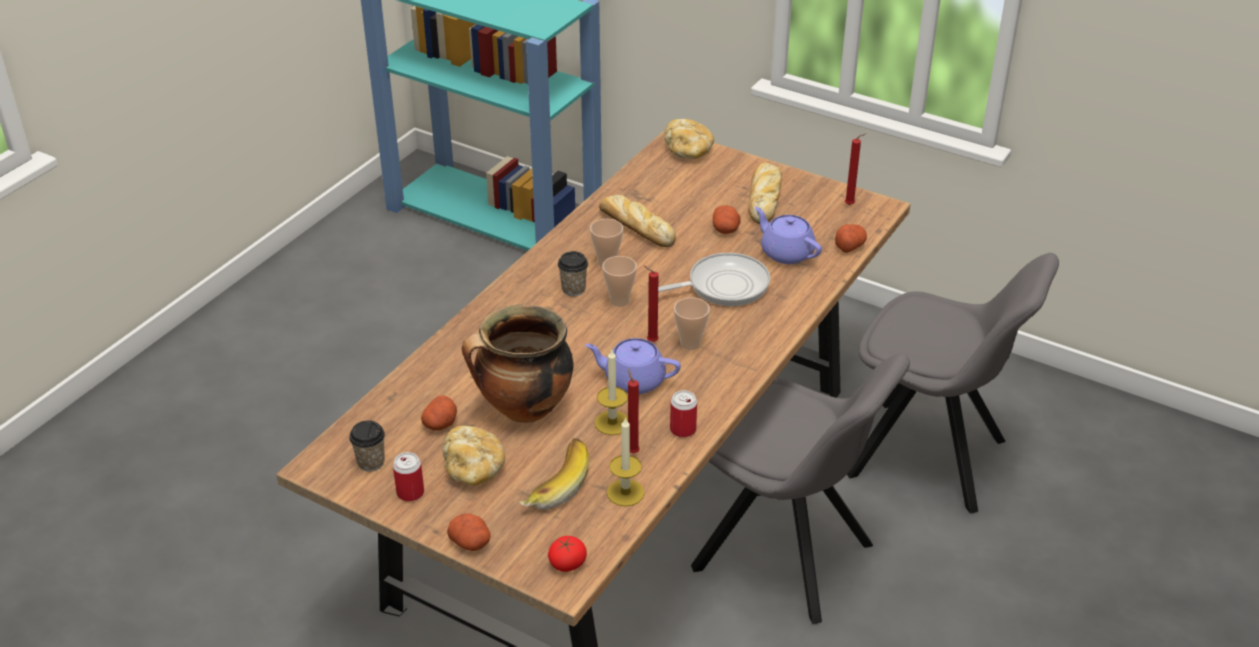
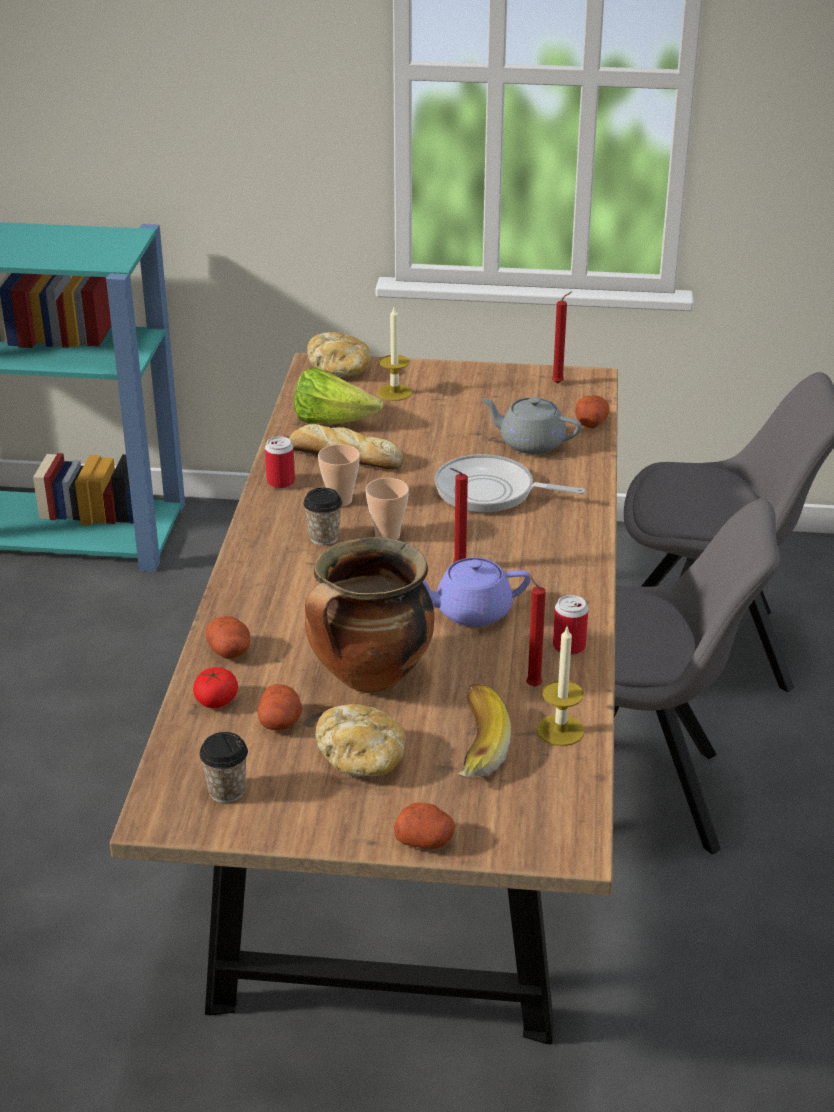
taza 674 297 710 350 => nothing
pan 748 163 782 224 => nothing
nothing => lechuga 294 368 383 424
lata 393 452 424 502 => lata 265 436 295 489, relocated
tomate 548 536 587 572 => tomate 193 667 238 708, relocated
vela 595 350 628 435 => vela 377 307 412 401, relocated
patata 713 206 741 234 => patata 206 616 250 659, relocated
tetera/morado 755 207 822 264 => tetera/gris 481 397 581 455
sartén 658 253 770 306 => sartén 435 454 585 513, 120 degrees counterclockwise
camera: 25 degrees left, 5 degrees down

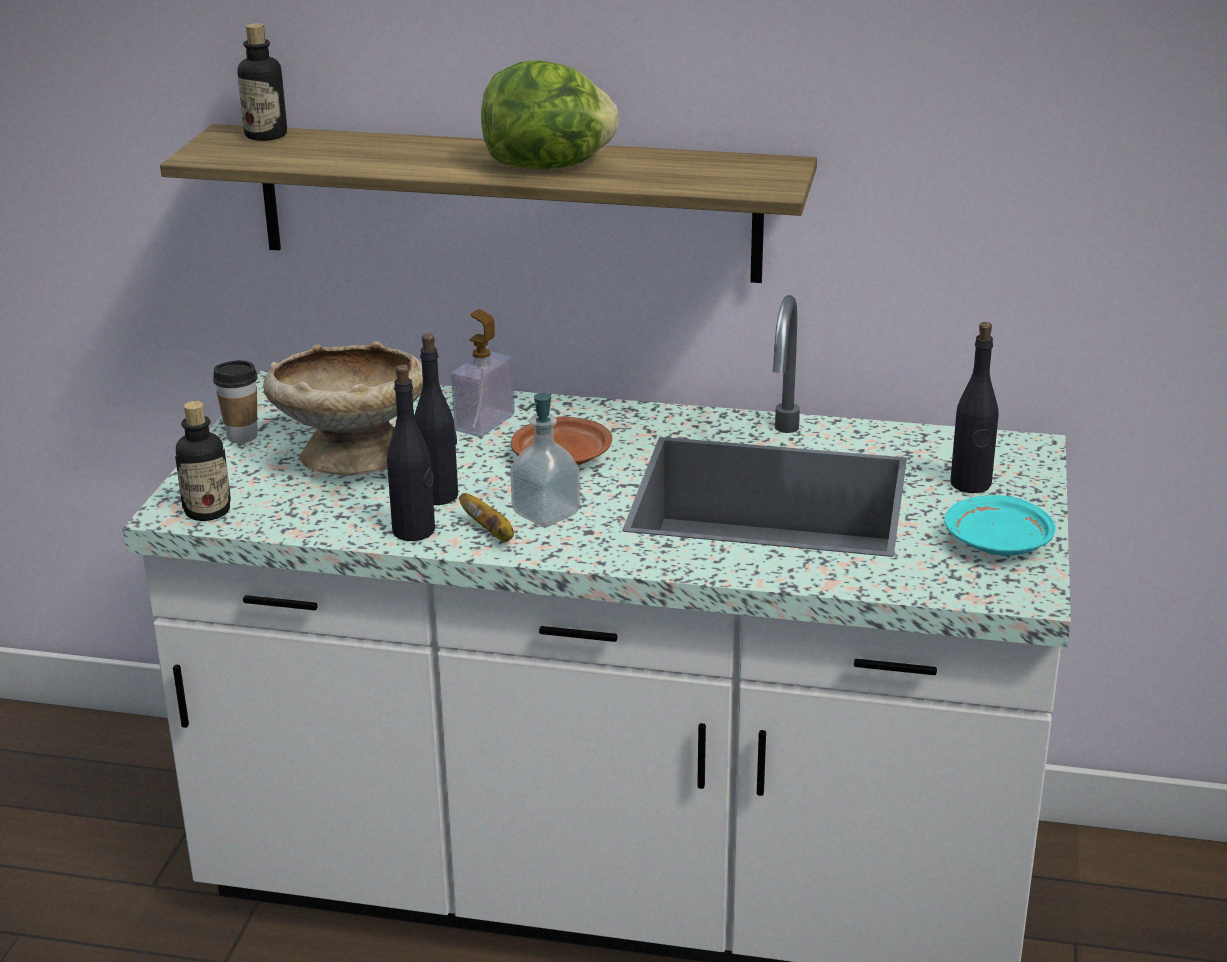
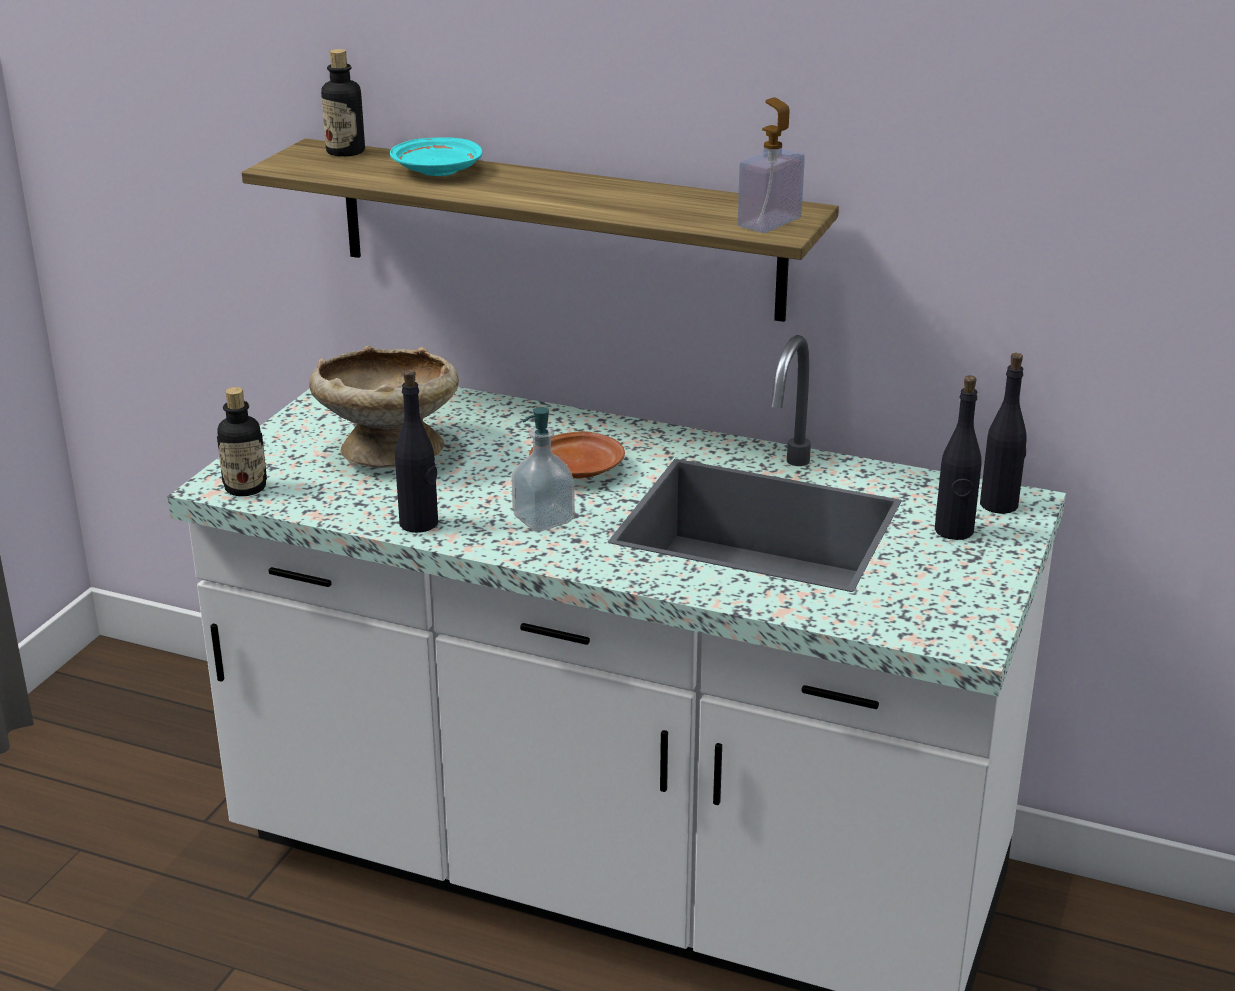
taza 213 360 258 443 => nothing
plátano 459 493 514 542 => nothing
lechuga 481 60 619 169 => nothing
botella/negro 414 333 458 505 => botella/negro 980 353 1027 514, relocated
dispensador de jabón 451 309 515 437 => dispensador de jabón 738 97 805 233, relocated
plato/turquesa 945 495 1056 556 => plato/turquesa 390 138 483 176, relocated
camera: 10 degrees right, 0 degrees up

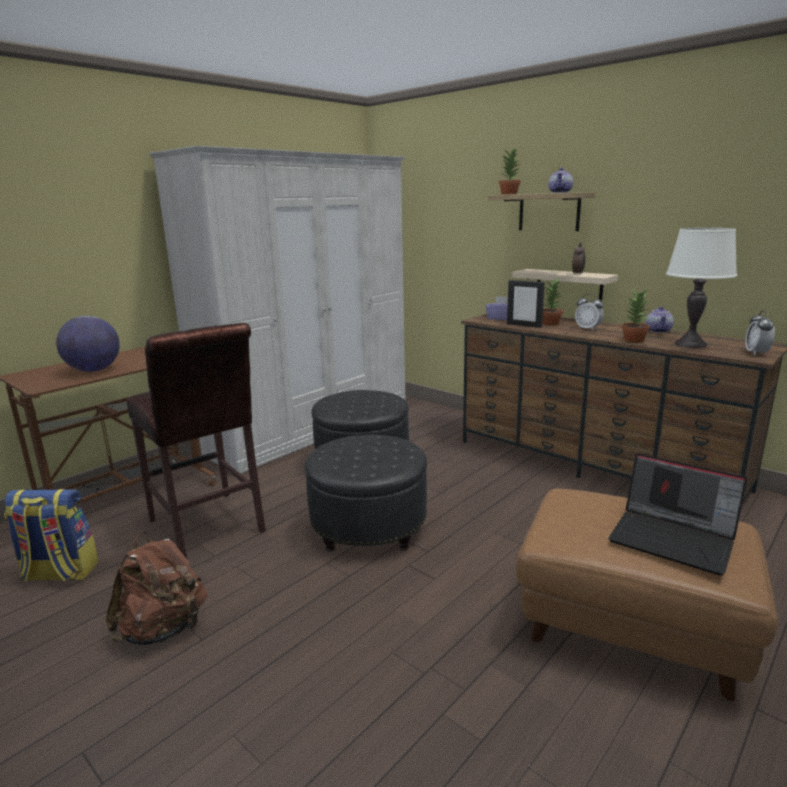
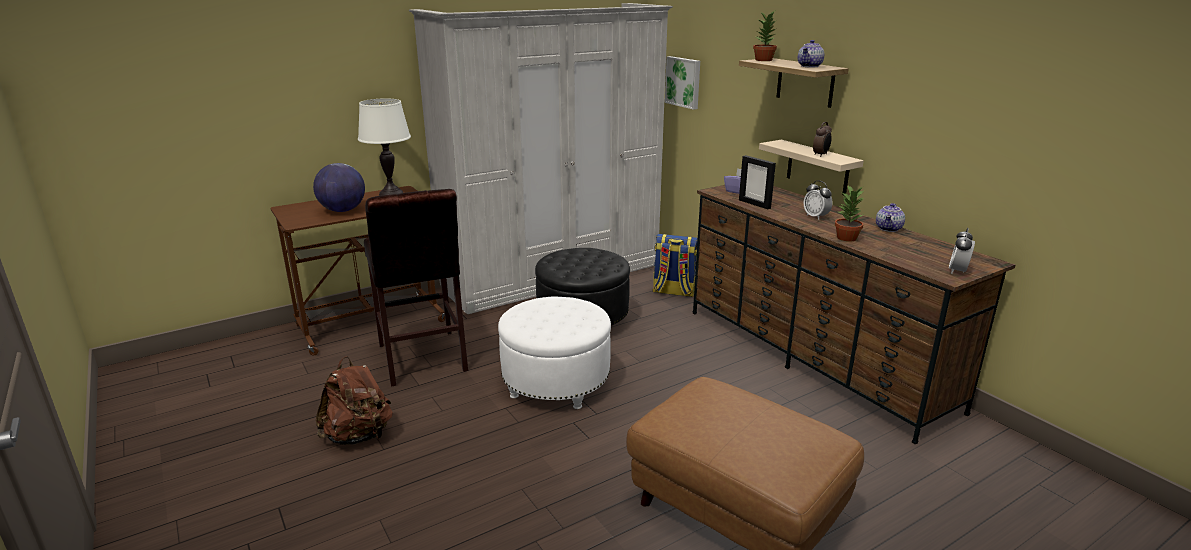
planta en maceta 542 278 564 326 => nothing
portátil 608 453 747 576 => nothing
nothing => cuadro 665 56 700 110
mochila 4 489 98 582 => mochila 652 234 698 297, relocated
lámpara de mesa/blanco 666 228 737 348 => lámpara de mesa/blanco 358 98 411 196, relocated
puf/negro 305 435 427 551 => puf/blanco 498 296 611 409
camera: 15 degrees right, 5 degrees up

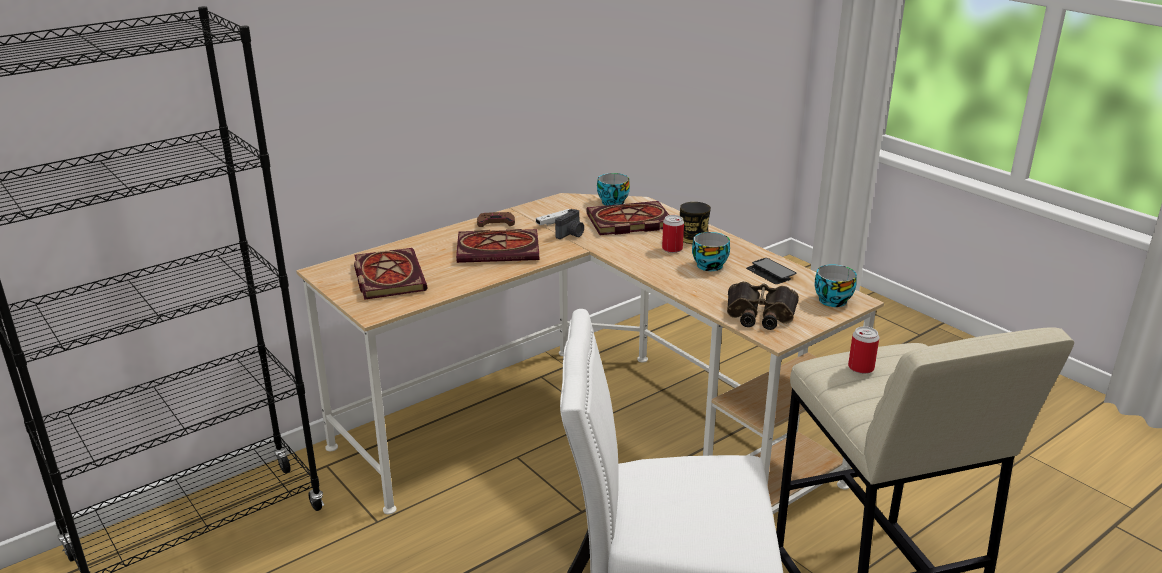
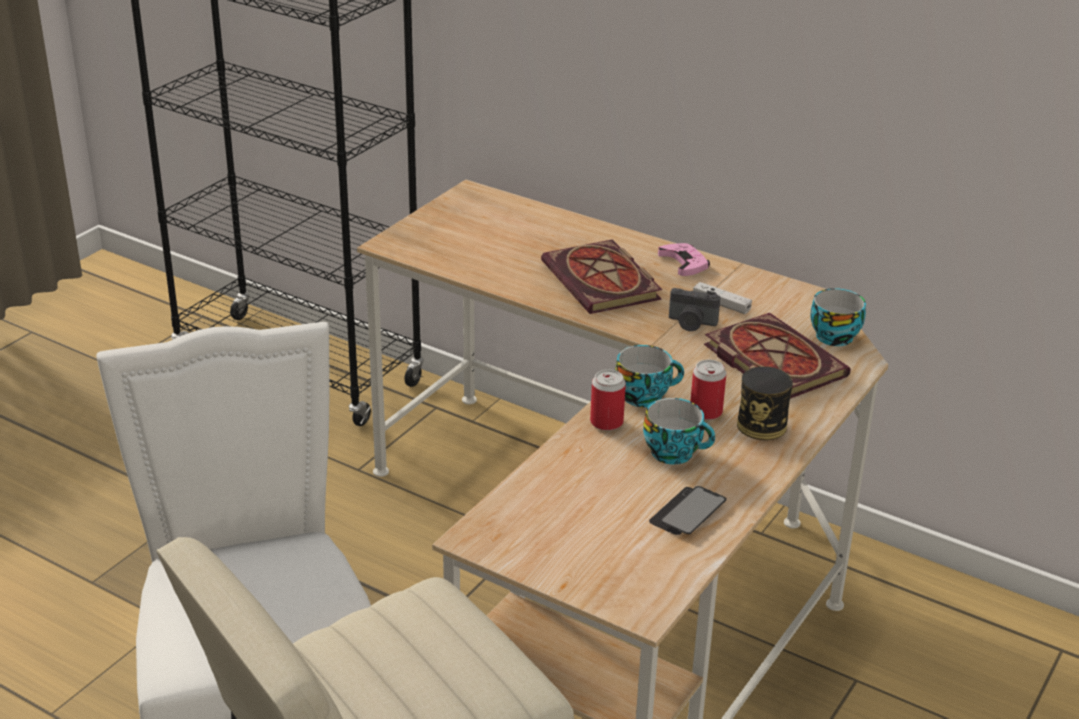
libro 354 248 427 300 => nothing
prismáticos 727 282 799 330 => nothing
taza 814 264 857 307 => taza 615 345 684 407, relocated
lata 848 326 879 374 => lata 590 369 626 431, relocated
mando de consola/marrón 477 212 515 227 => mando de consola/rosa 658 243 710 276
camera: 70 degrees right, 5 degrees up

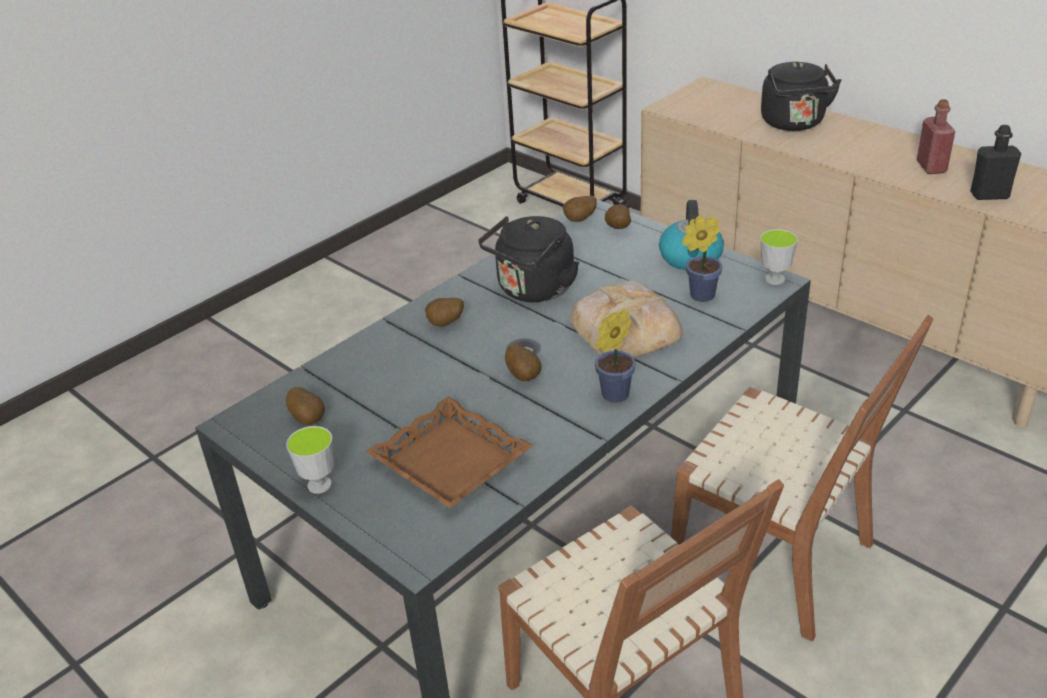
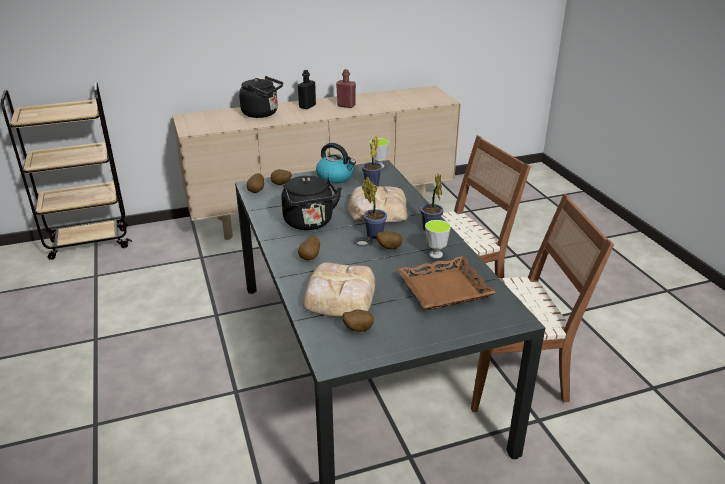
nothing => pan 302 262 375 317
nothing => planta en maceta 362 177 387 239
taza 286 426 334 494 => taza 425 220 451 258, relocated
botella/negro 971 125 1021 200 => botella/negro 298 70 316 109, relocated
camera: 65 degrees left, 5 degrees down

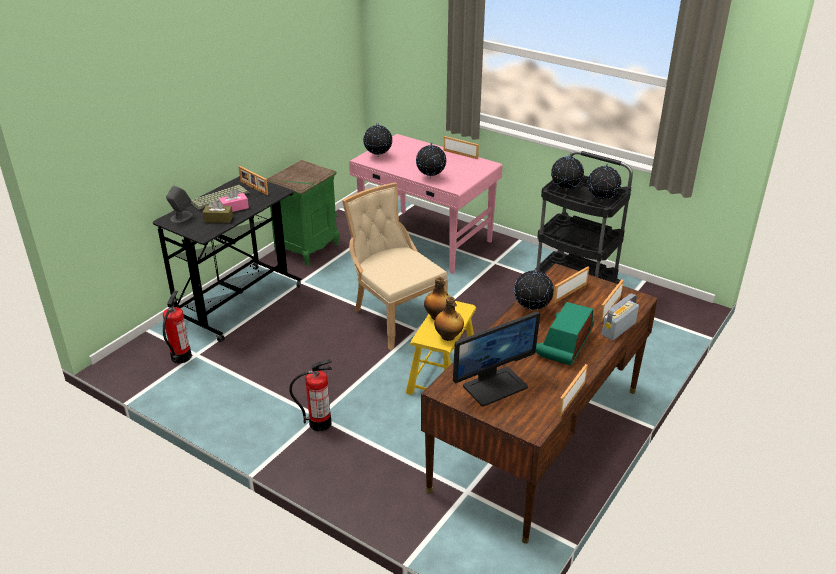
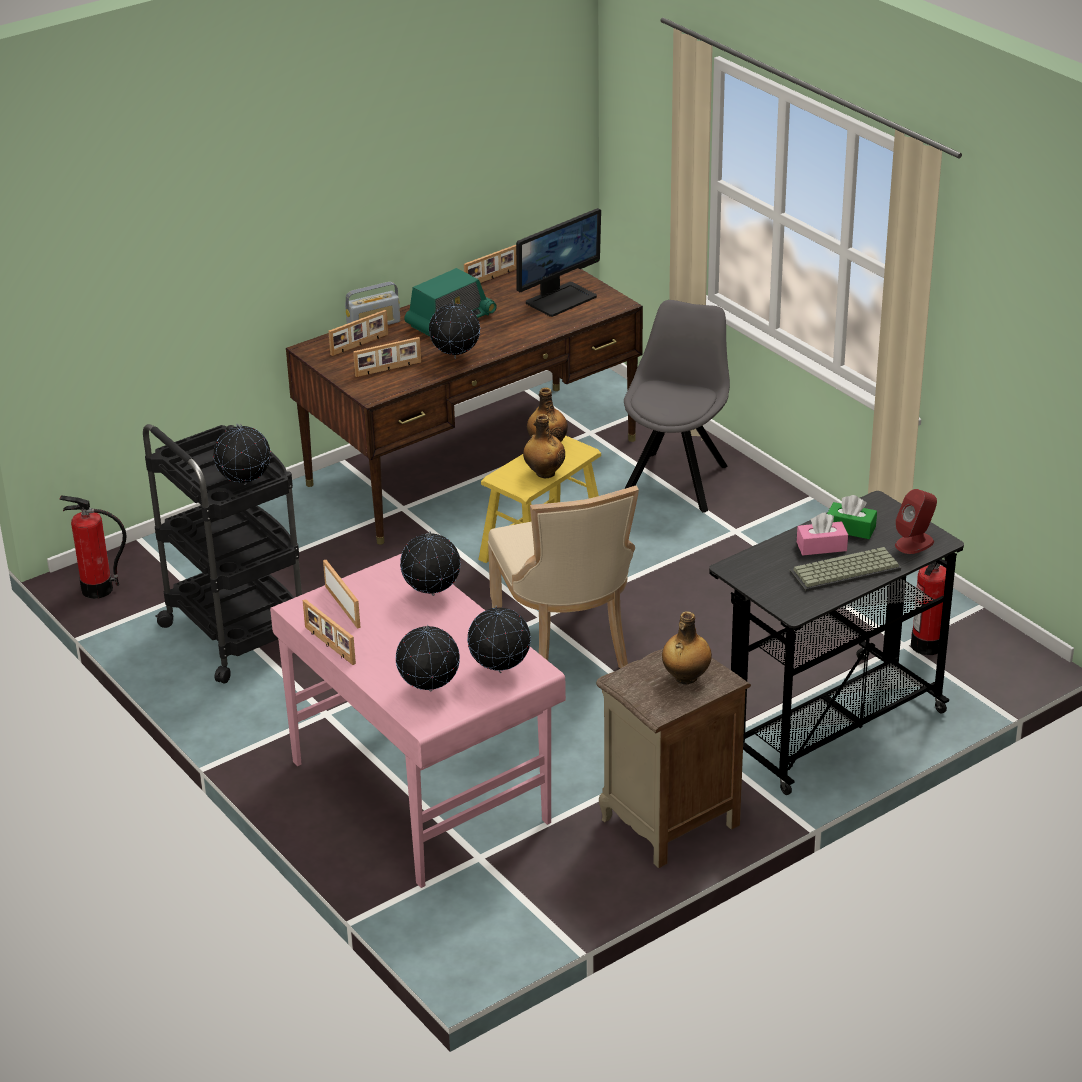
nothing => silla/gris 624 300 730 512
nothing => botella 662 611 712 684
portarretratos 238 166 268 195 => portarretratos 323 560 361 629, relocated
extintor 289 359 332 431 => extintor 59 496 127 599, relocated
globo terráqueo 588 163 621 202 => globo terráqueo 396 625 460 692, relocated
altavoz/gris 166 185 193 223 => altavoz/rojo 895 489 937 554
caja de pañuelos/marrón 202 200 233 223 => caja de pañuelos/verde 827 495 877 539
mesita de noche/verde 267 160 340 266 => mesita de noche/beis 596 649 751 868
monitor 453 311 540 406 => monitor 516 208 601 317, 150 degrees clockwise
camera: 160 degrees left, 0 degrees up

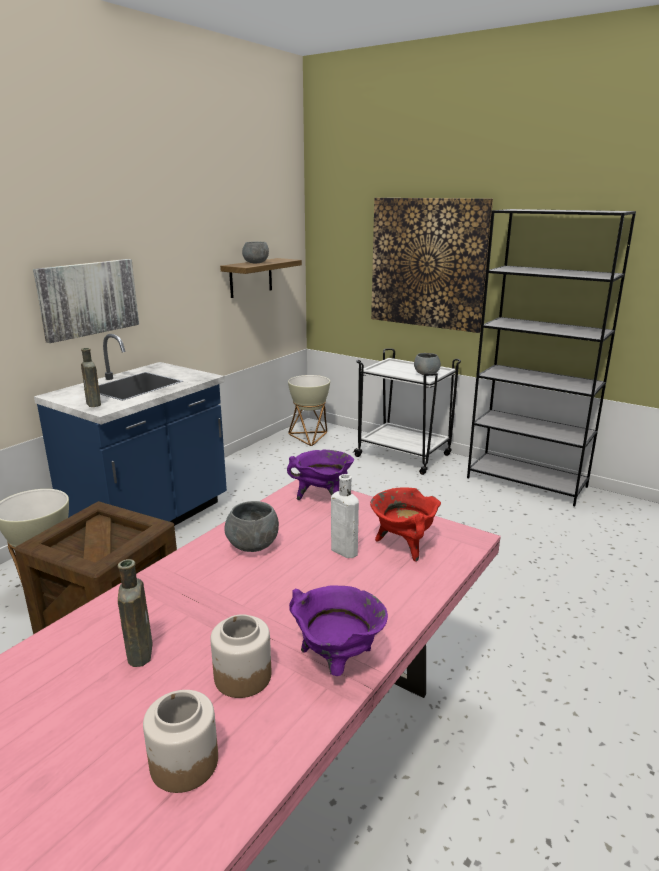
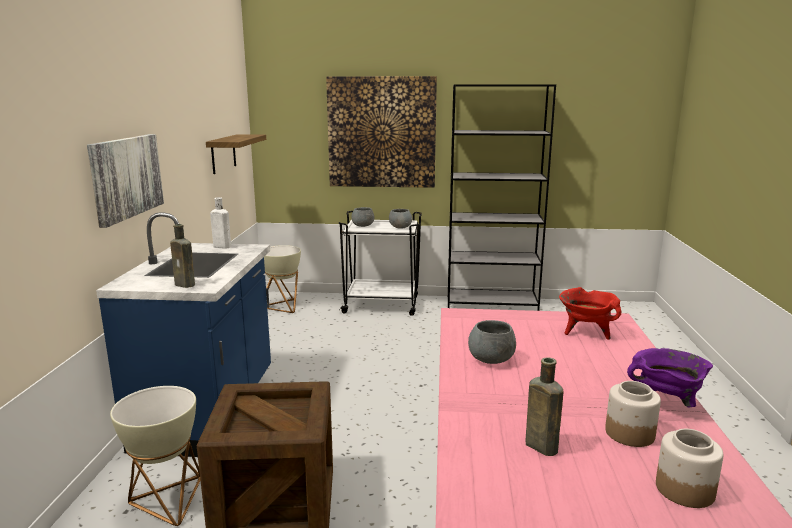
olla/morado 287 450 354 500 => nothing
cuenco/gris 242 242 269 263 => cuenco/gris 351 207 374 227, relocated
botella/blanco 331 474 359 558 => botella/blanco 210 197 231 249, relocated
camera: 30 degrees left, 5 degrees down

